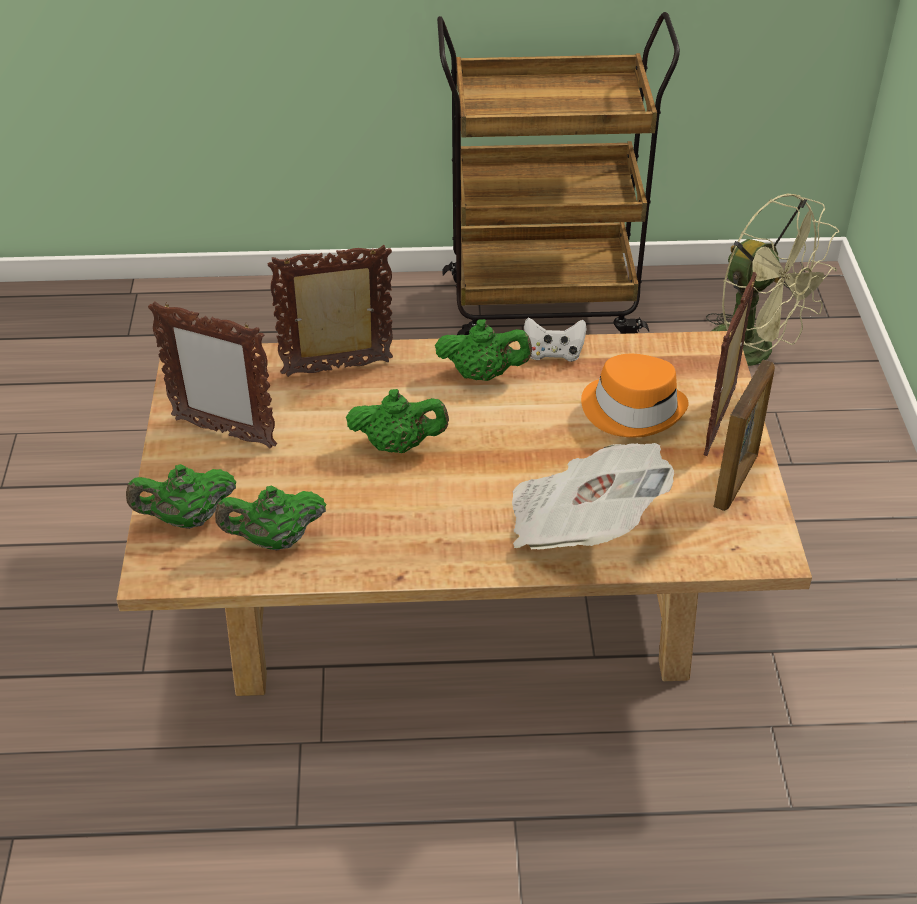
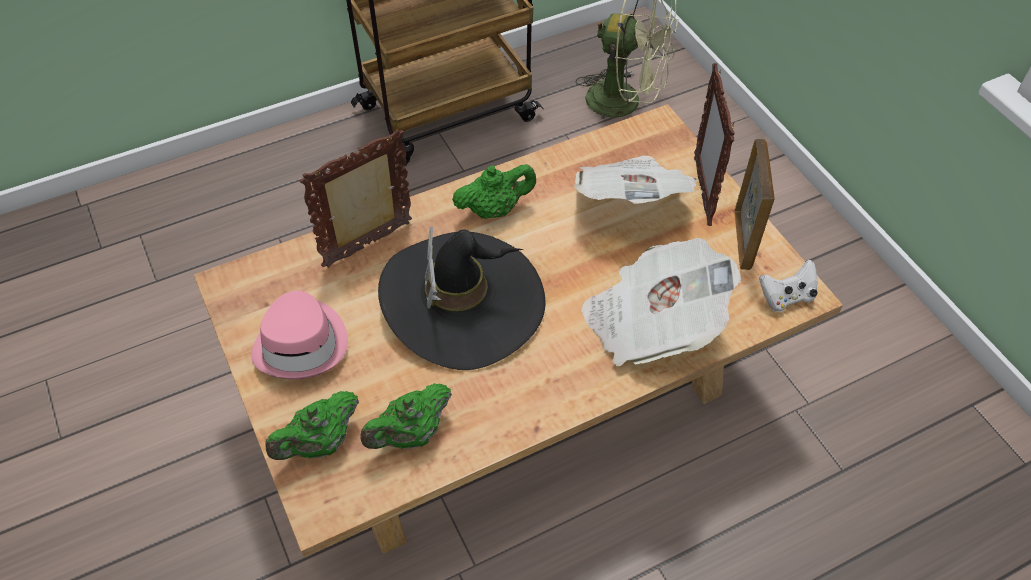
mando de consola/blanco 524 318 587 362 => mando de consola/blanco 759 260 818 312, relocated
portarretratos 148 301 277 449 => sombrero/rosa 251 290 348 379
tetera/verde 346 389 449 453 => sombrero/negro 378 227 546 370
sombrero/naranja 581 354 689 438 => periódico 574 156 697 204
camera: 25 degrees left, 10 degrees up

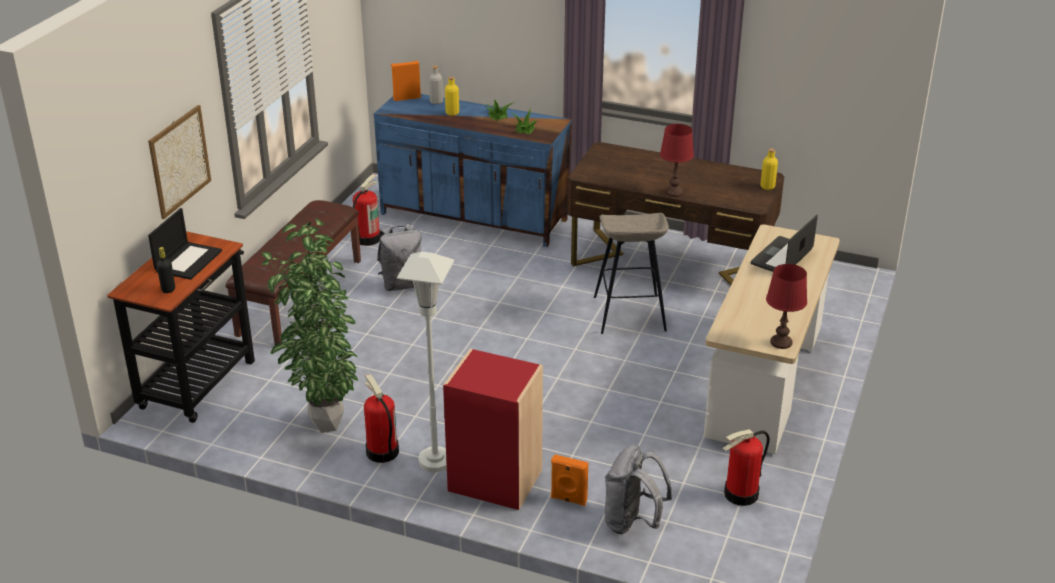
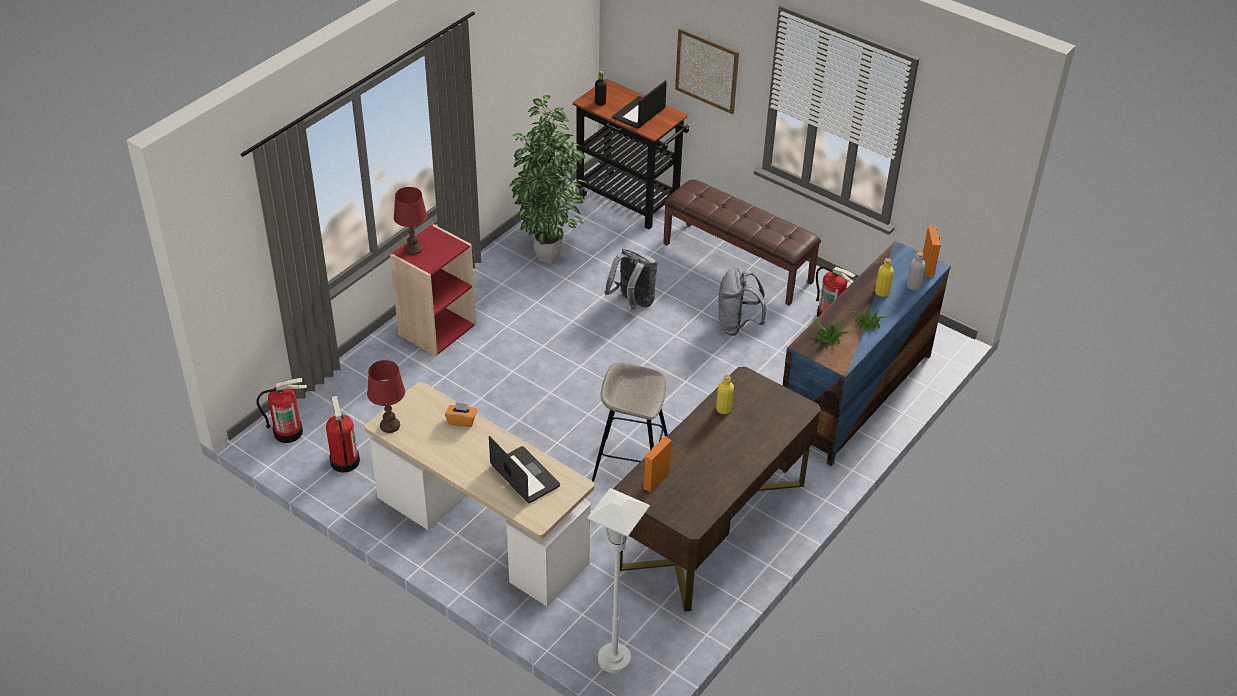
nothing => caja de pañuelos/naranja 445 402 477 427
extintor 364 374 399 463 => extintor 256 378 307 443, relocated
lámpara de pie/blanco 397 252 455 472 => lámpara de pie/blanco 587 488 650 673, relocated
altavoz/naranja 551 454 588 506 => altavoz/naranja 643 436 672 492, relocated
mochila/gris 605 445 672 534 => mochila/gris 605 248 658 310, relocated
lámpara de mesa/rojo 660 124 694 197 => lámpara de mesa/rojo 394 187 427 255, relocated
botella/amarillo 760 148 778 190 => botella/amarillo 716 375 734 414, relocated
portátil 148 208 222 280 => portátil 612 81 667 129, 90 degrees clockwise
camera: 105 degrees right, 10 degrees up

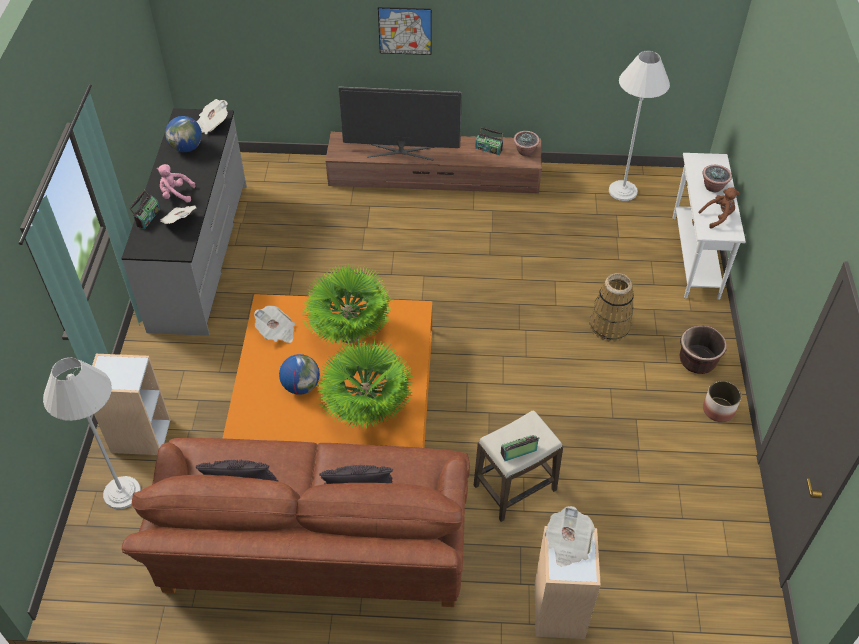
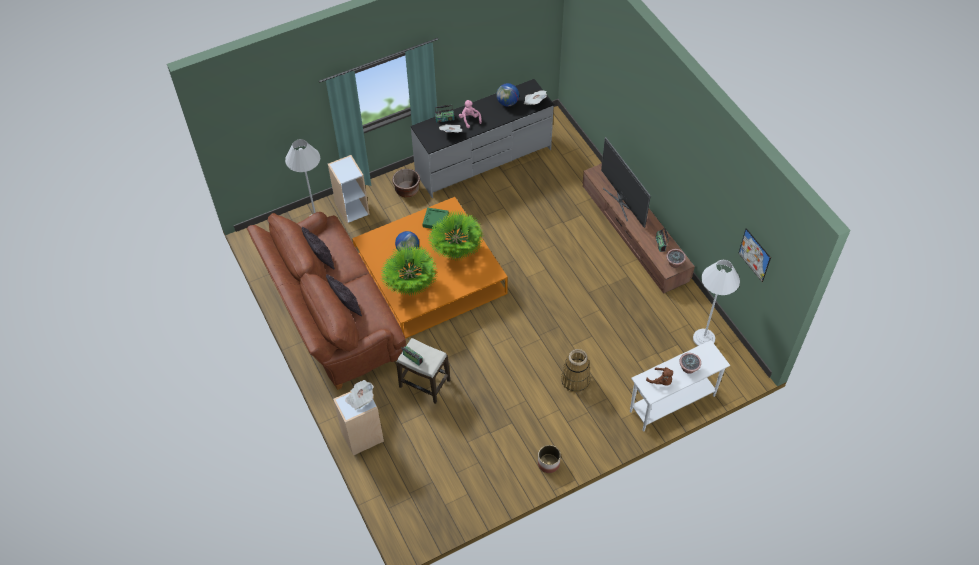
cuadro 378 7 432 55 => cuadro 738 228 771 282, relocated
maceta/marrón 679 325 727 374 => maceta/marrón 392 169 420 198, relocated
periódico 254 306 295 343 => bandeja/verde 422 208 449 229
camera: 60 degrees right, 5 degrees up

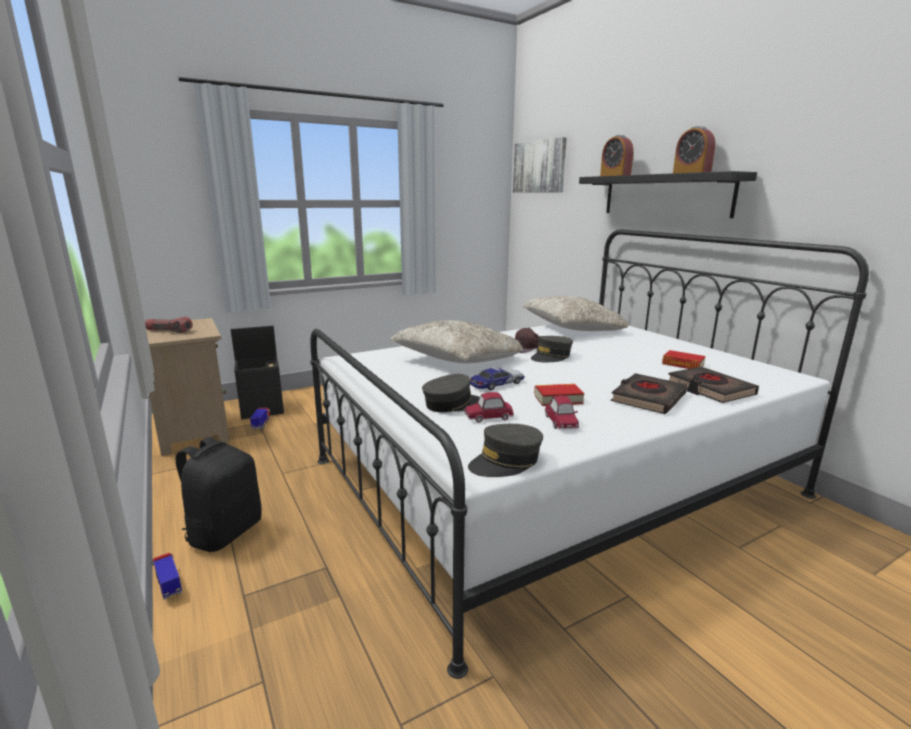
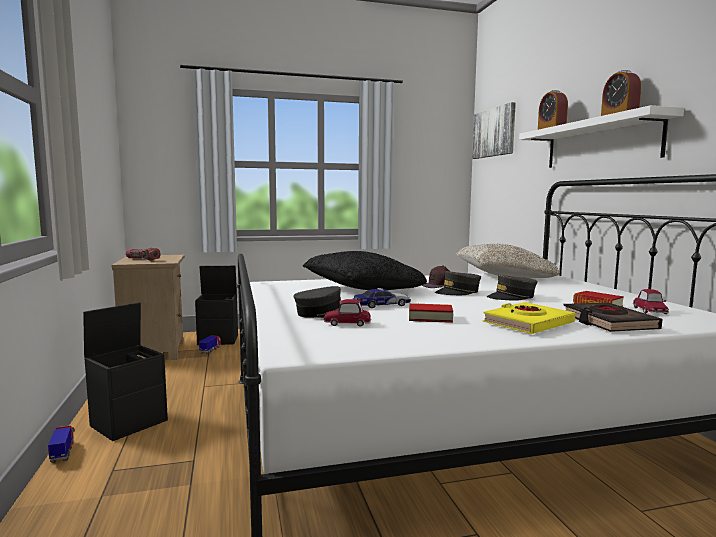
gorra/gris 468 424 543 477 => gorra/gris 487 275 537 301, relocated
coche de juguete 545 396 579 429 => coche de juguete 633 289 669 314, relocated
mochila/negro 176 437 262 552 => caja de almacenaje/negro 83 302 168 441
cojín/beis 391 320 523 363 => cojín/negro 303 251 427 290
estante/negro 579 171 757 218 => estante/blanco 519 105 684 168
libro/negro 610 373 687 414 => libro/amarillo 483 302 575 334
camera: 15 degrees right, 10 degrees down

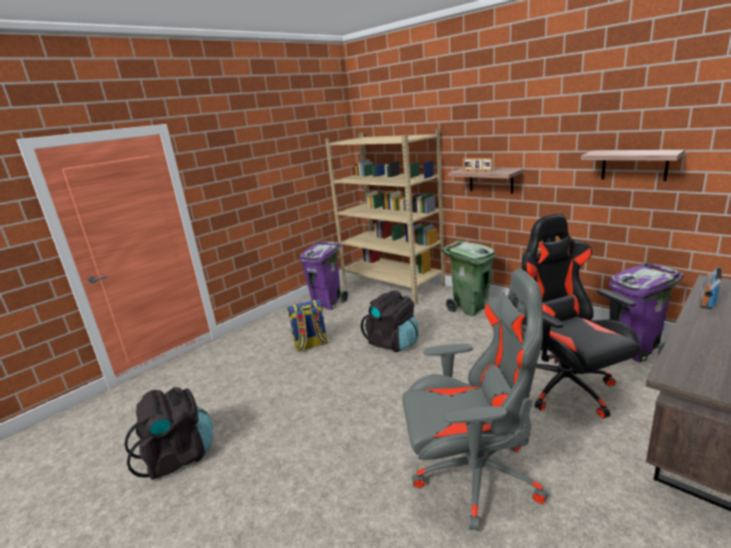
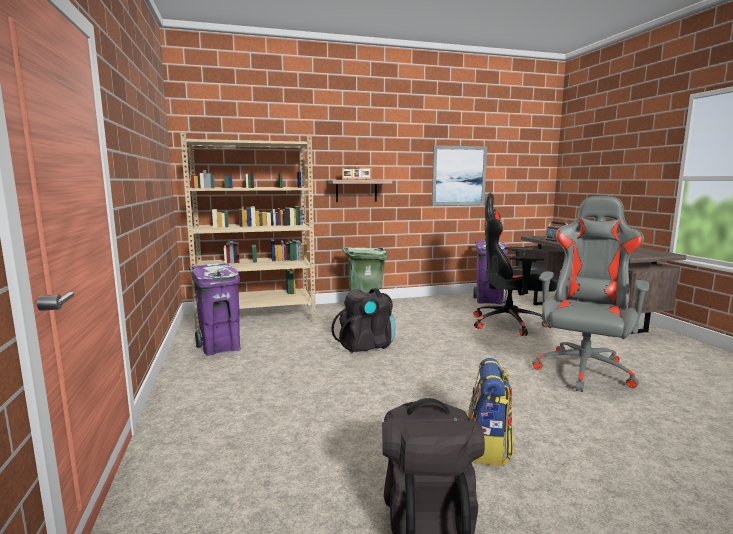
mochila 287 299 328 352 => mochila 468 358 513 466, relocated
estante 581 150 685 181 => cuadro 432 145 487 206
camera: 60 degrees left, 10 degrees down

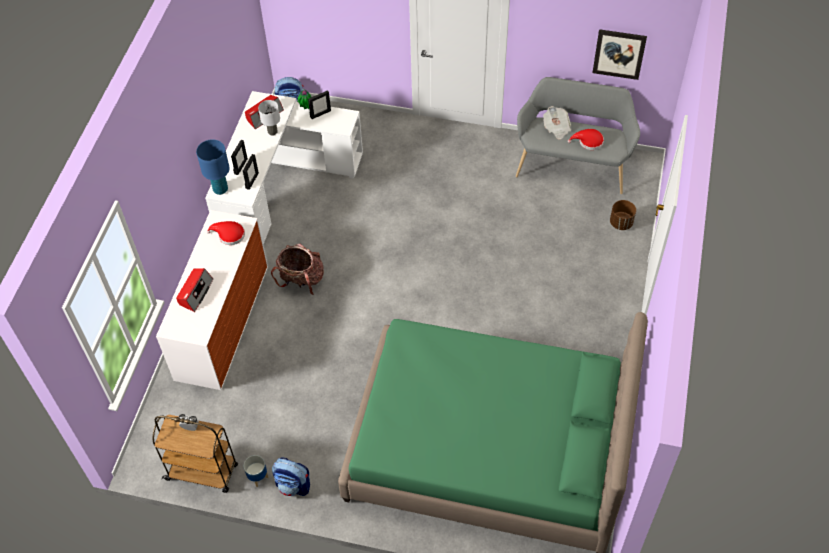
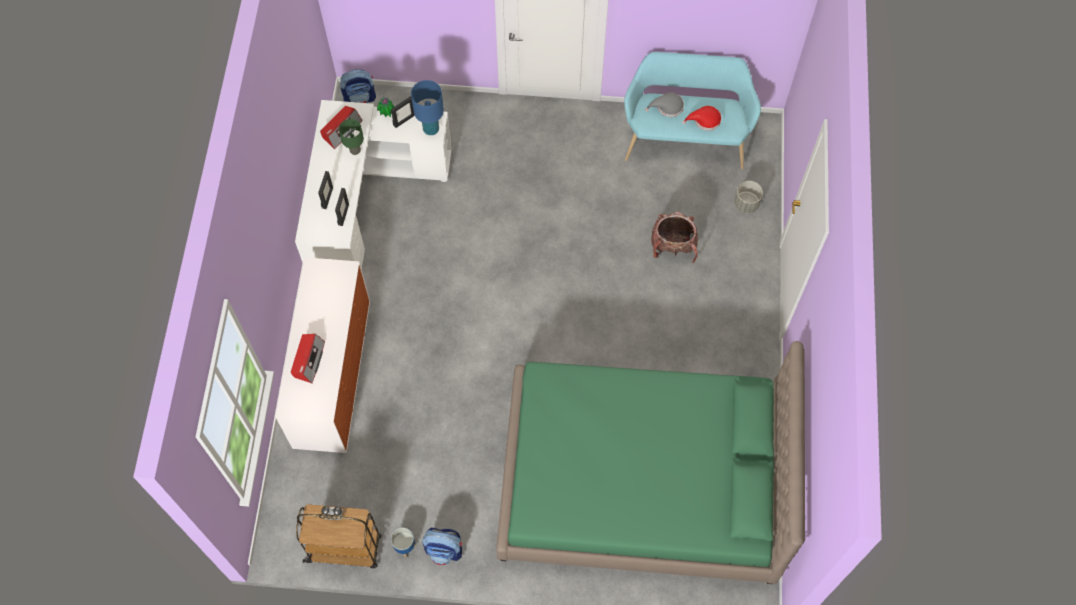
sombrero/rojo 207 221 245 245 => nothing
cuadro 592 29 647 80 => nothing
lámpara de mesa/azul 196 139 230 195 => lámpara de mesa/azul 411 80 444 135, relocated
mochila 271 244 324 295 => mochila 651 211 698 263, relocated
periódico 543 106 571 140 => sombrero/gris 645 92 684 117
lámpara de mesa/blanco 258 100 280 136 => lámpara de mesa/verde 339 119 364 155
banco/gris 516 77 640 194 => banco/turquesa 624 52 761 169
maceta/marrón 610 200 636 230 => maceta/gris 734 181 763 213
camera: 10 degrees left, 10 degrees up

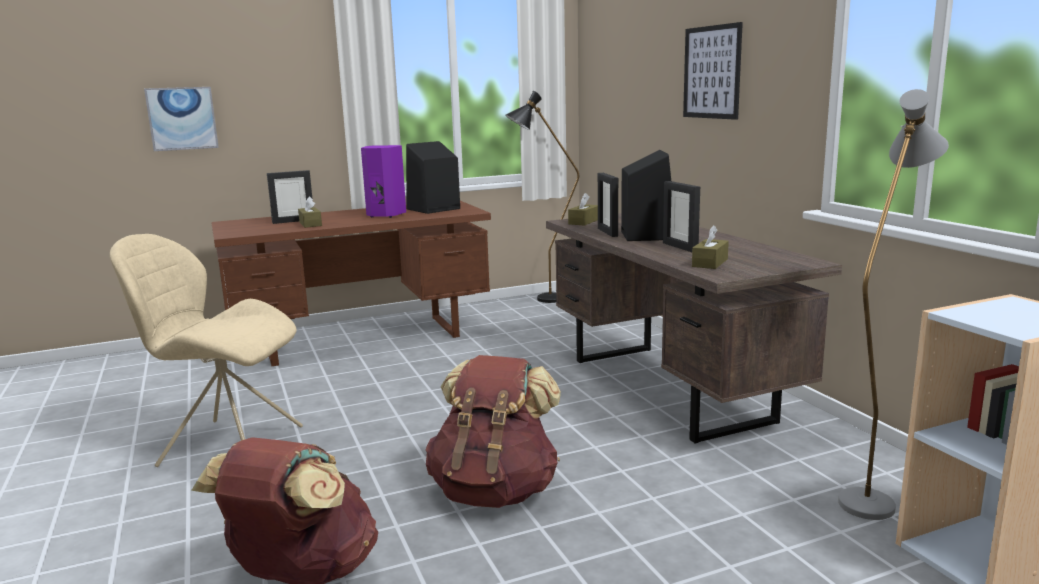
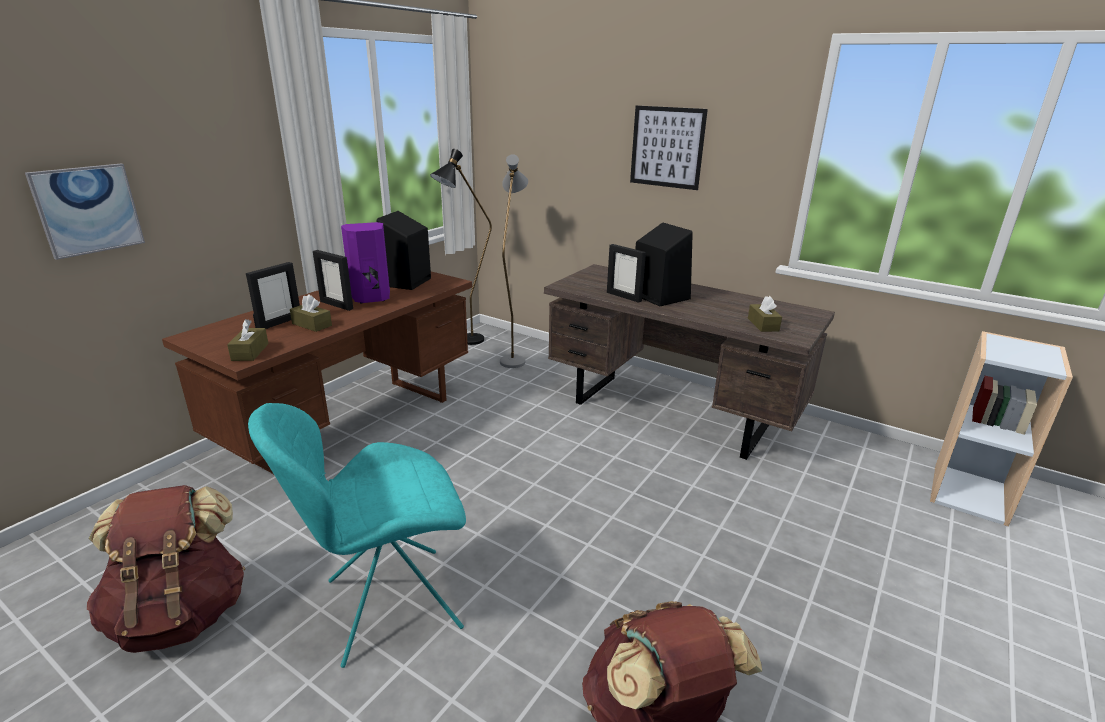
mochila/marrón 426 355 561 508 => mochila/marrón 87 485 246 653, relocated
caja de pañuelos/marrón 568 193 598 226 => caja de pañuelos/marrón 227 319 269 361, relocated
portarretratos 663 181 700 252 => portarretratos 313 250 353 311, relocated
lámpara de pie/gris 838 89 949 520 => lámpara de pie/gris 500 154 528 368, relocated
silla/beis 110 234 303 467 => silla/turquesa 248 403 466 668
camera: 35 degrees left, 10 degrees up

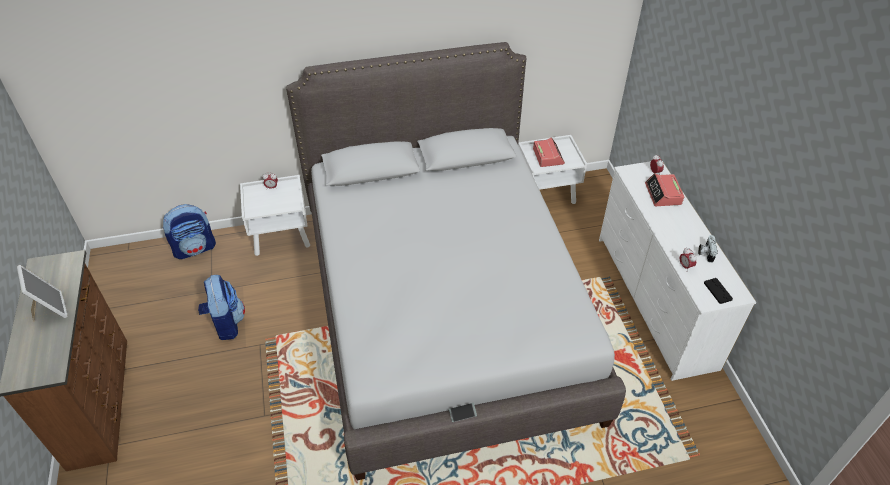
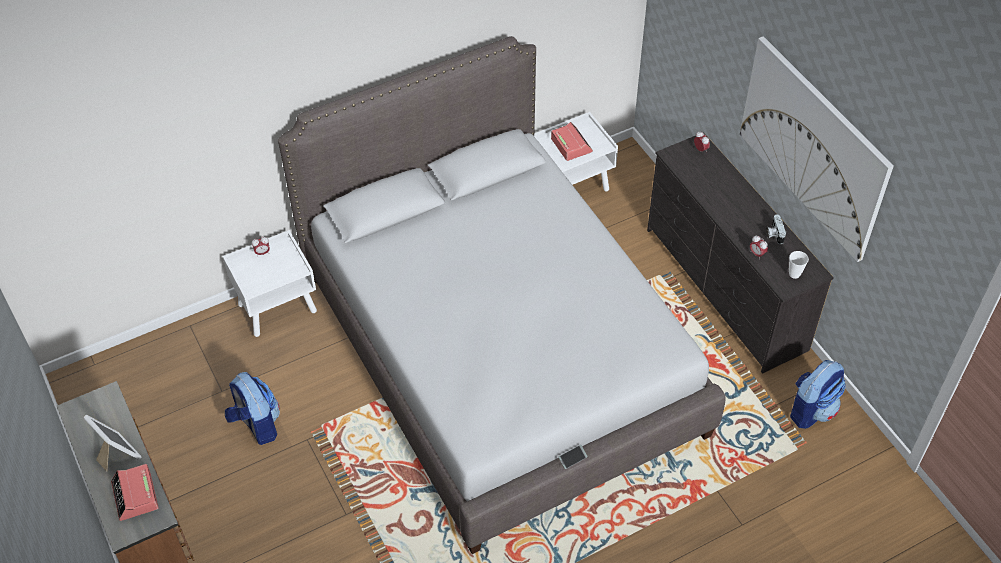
nothing => cuadro 740 36 894 262
mochila 163 204 216 259 => mochila 790 360 846 429, relocated
despertador 645 173 684 206 => despertador 111 464 159 521, relocated
mando de consola/negro 704 278 733 304 => taza 789 251 809 279
cómoda/blanco 599 161 756 381 => cómoda/negro 647 132 834 374
camera: 15 degrees left, 5 degrees up

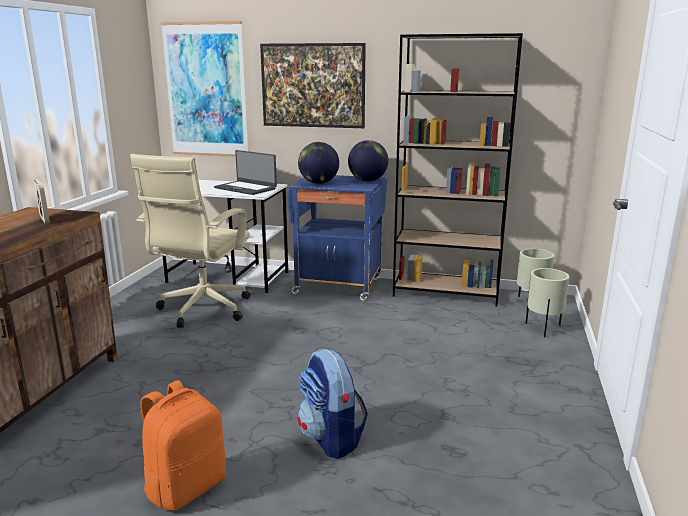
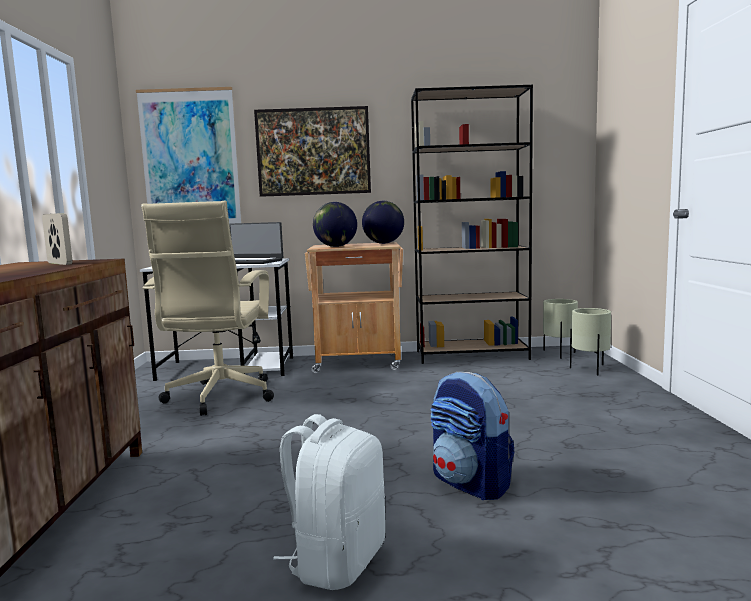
mochila/naranja 140 380 226 511 => mochila/blanco 273 414 386 590
carrito/azul 287 175 387 301 => carrito/marrón 305 242 403 373
camera: 15 degrees left, 10 degrees down

